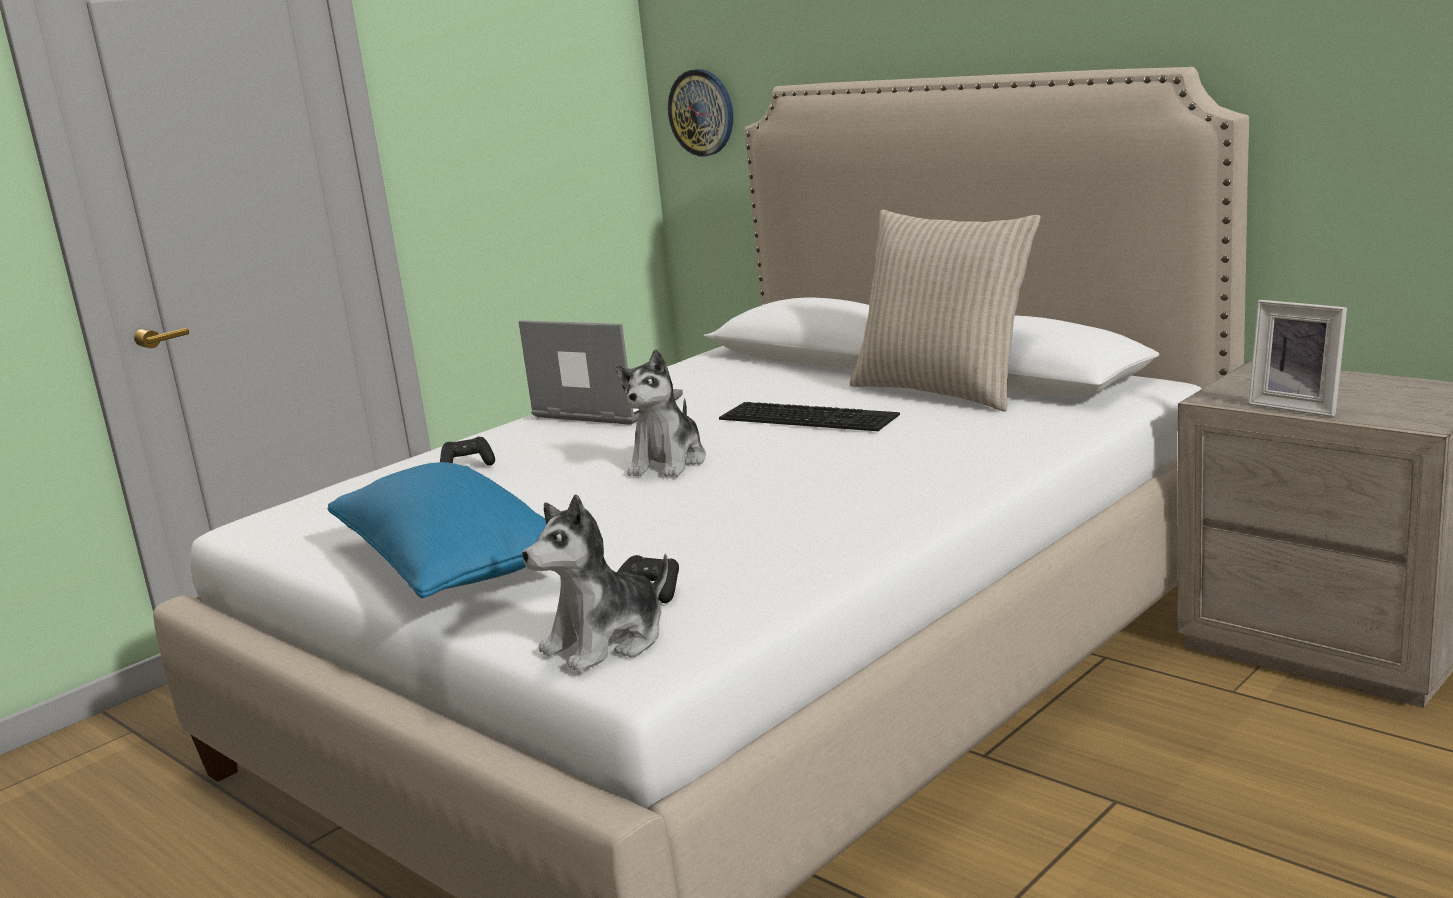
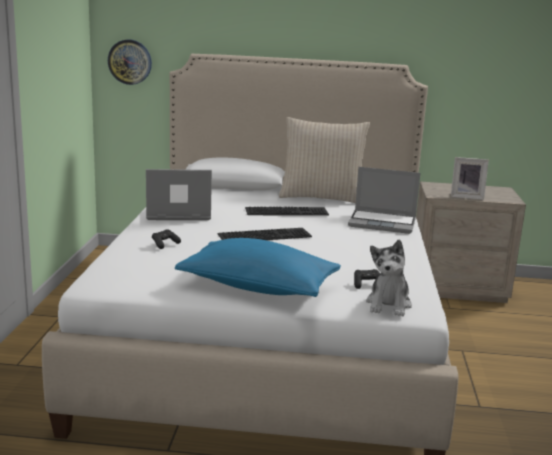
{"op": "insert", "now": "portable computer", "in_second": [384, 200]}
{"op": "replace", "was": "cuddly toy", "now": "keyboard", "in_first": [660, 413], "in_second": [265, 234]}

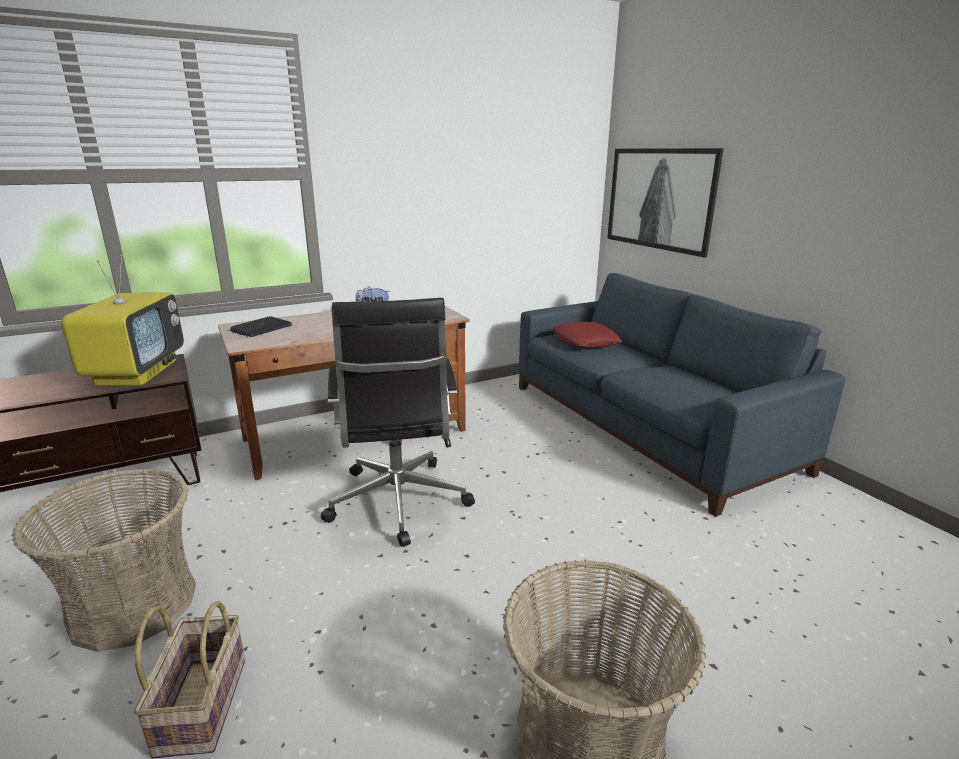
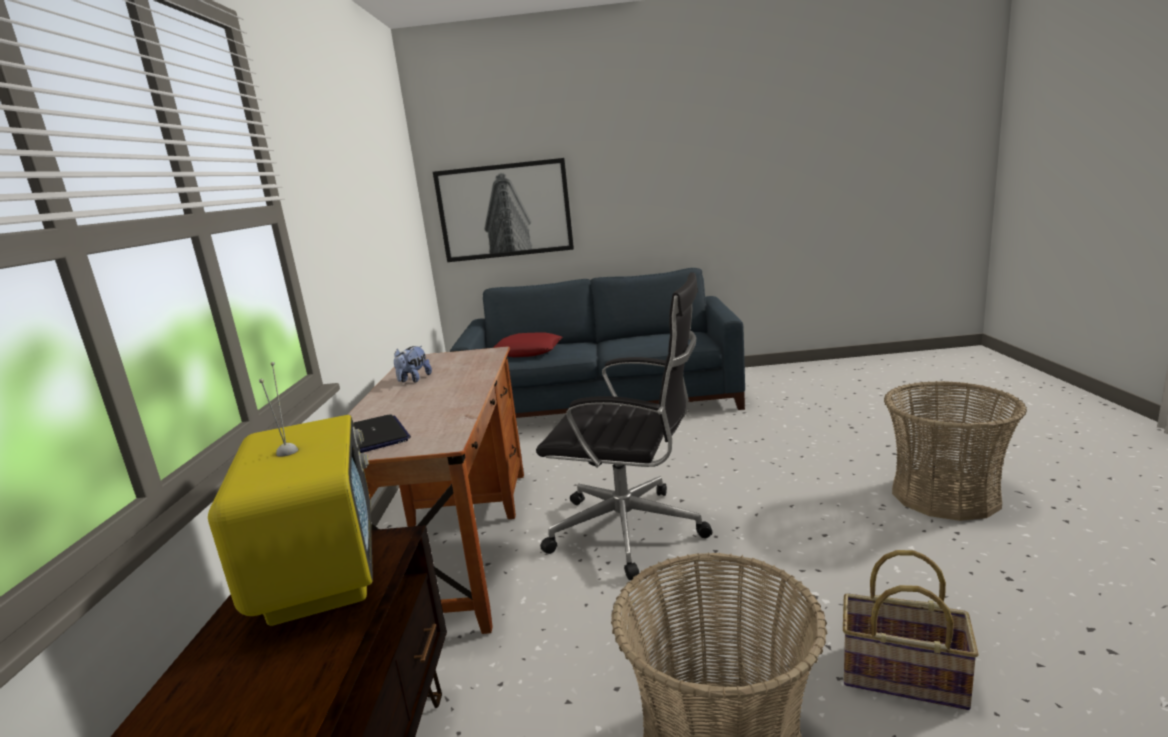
{"op": "rotate", "was": "television", "in_first": [122, 320], "in_second": [290, 494], "clockwise": 45}

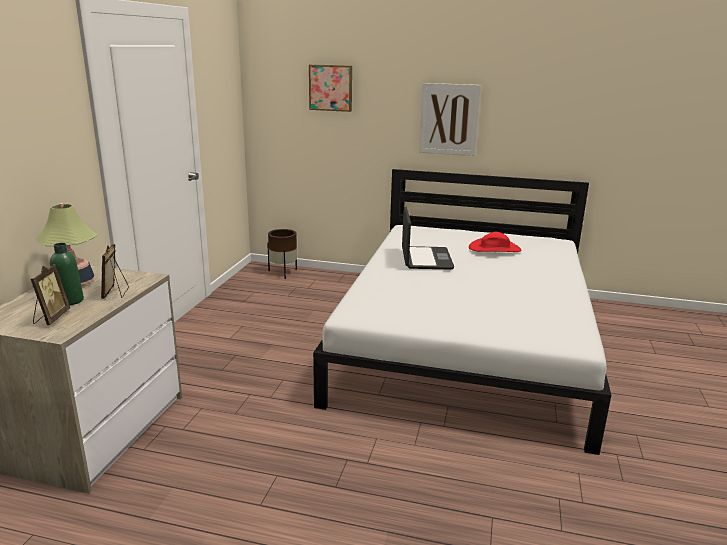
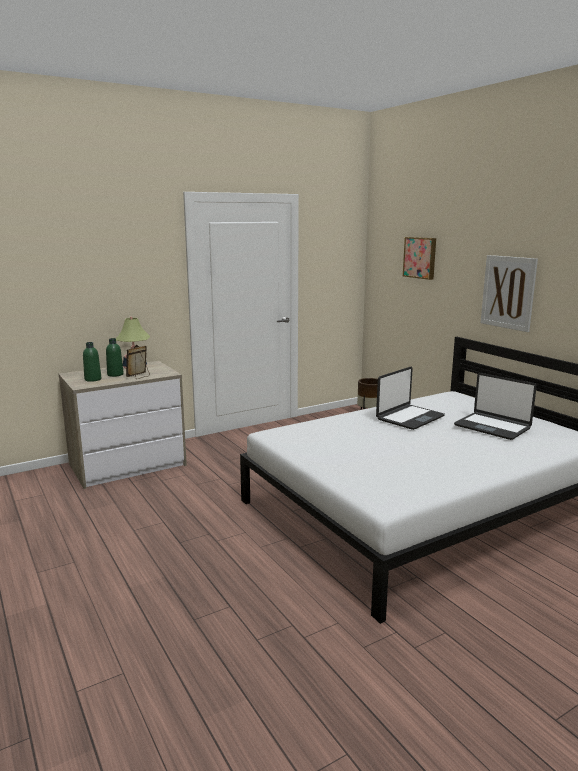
{"op": "replace", "was": "photo frame", "now": "beverage bottle (green-coloured)", "in_first": [50, 294], "in_second": [92, 362]}
{"op": "replace", "was": "wearable hat (reddish)", "now": "portable computer", "in_first": [495, 242], "in_second": [495, 406]}

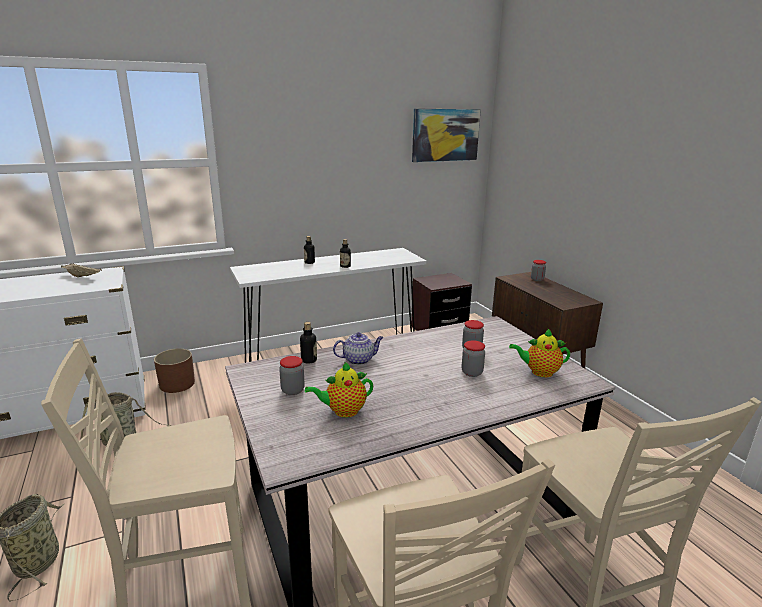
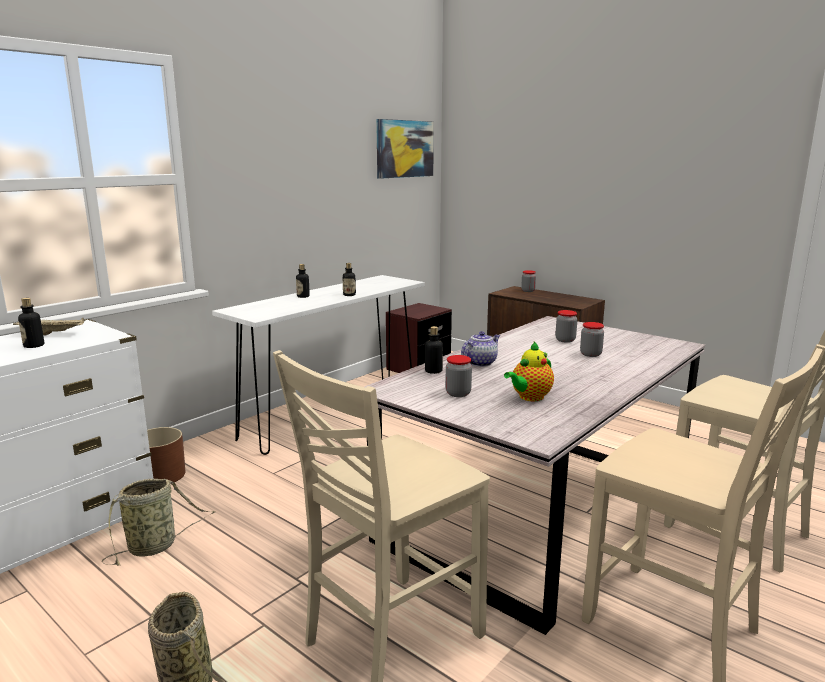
{"op": "delete", "was": "teapot", "in_first": [539, 353]}
{"op": "insert", "now": "beverage bottle", "in_second": [31, 323]}

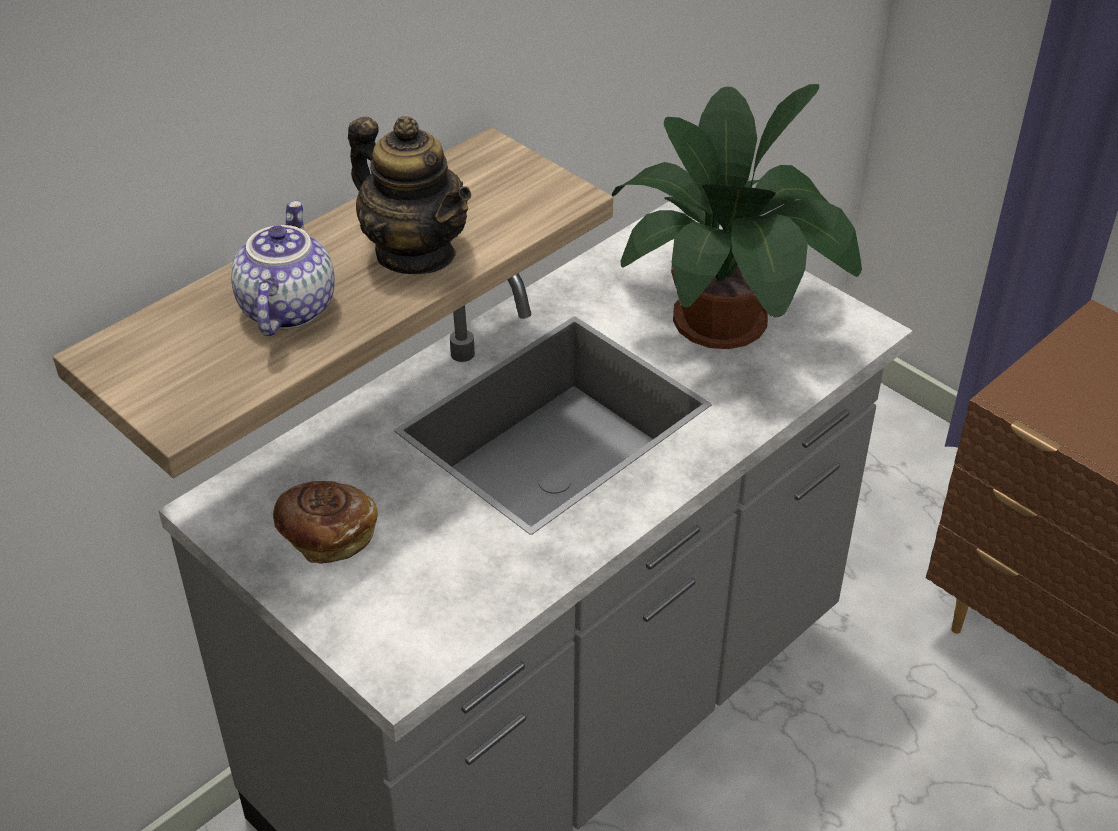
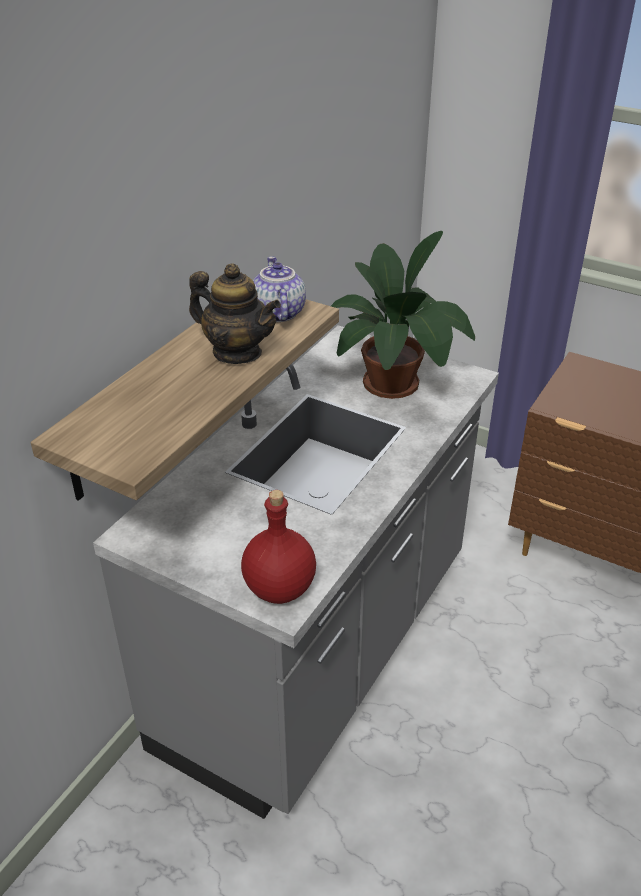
{"op": "delete", "was": "bread", "in_first": [325, 522]}
{"op": "insert", "now": "beverage bottle (reddish)", "in_second": [278, 547]}
{"op": "move", "was": "teapot", "in_first": [283, 268], "in_second": [279, 289]}

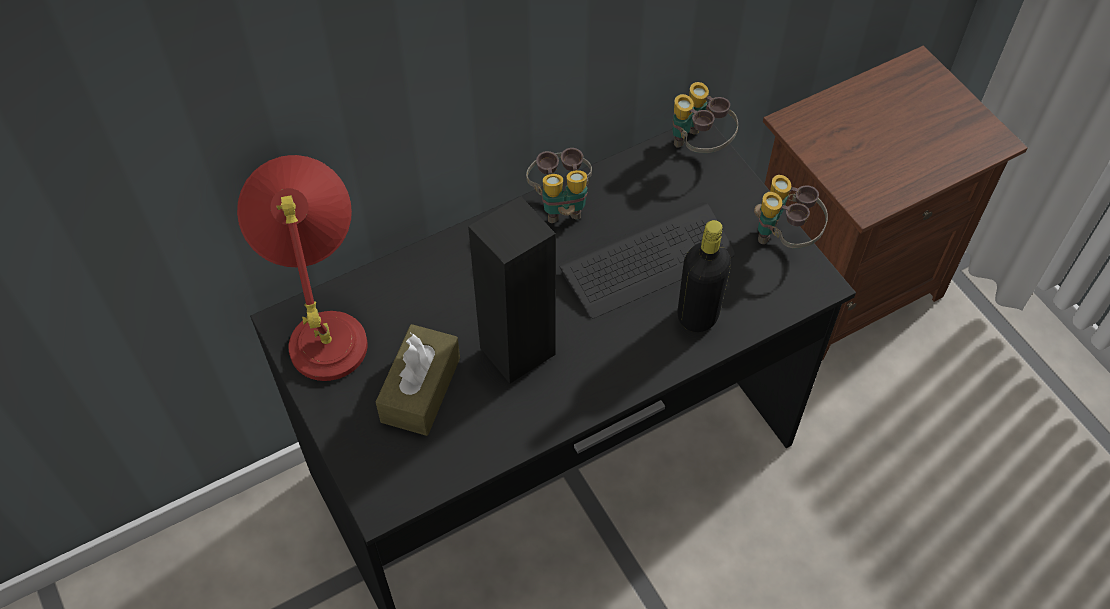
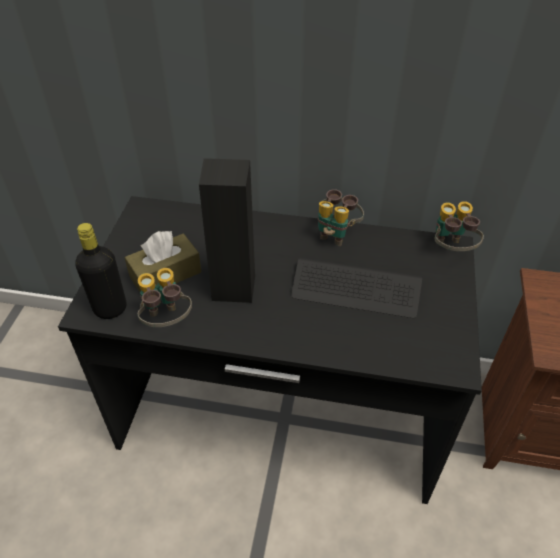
{"op": "delete", "was": "table lamp (reddish)", "in_first": [302, 268]}
{"op": "move", "was": "beverage bottle (black)", "in_first": [704, 276], "in_second": [100, 271]}
{"op": "move", "was": "binoculars", "in_first": [791, 211], "in_second": [165, 297]}

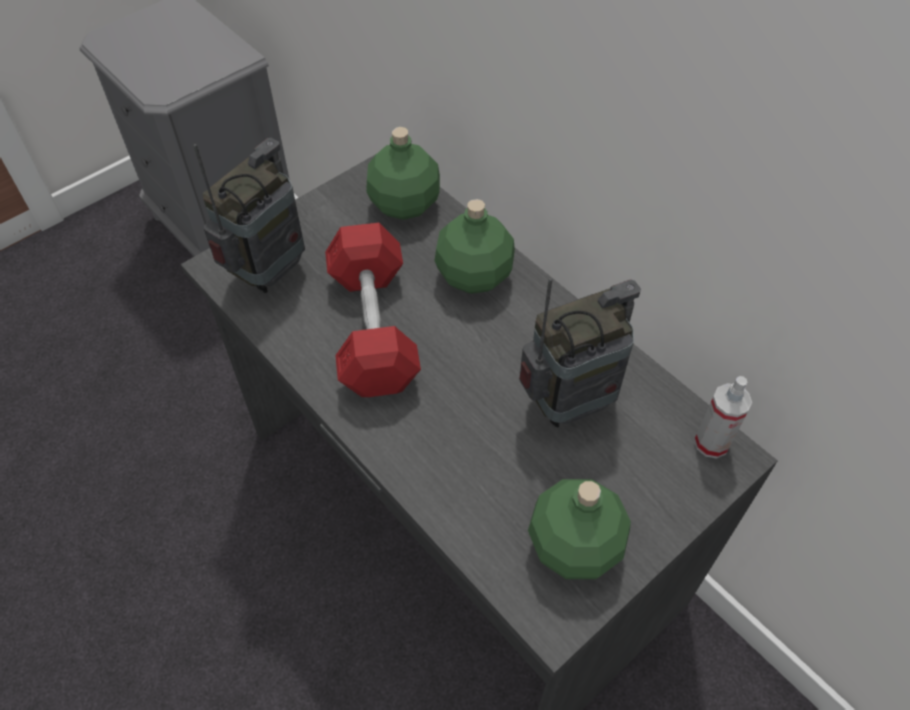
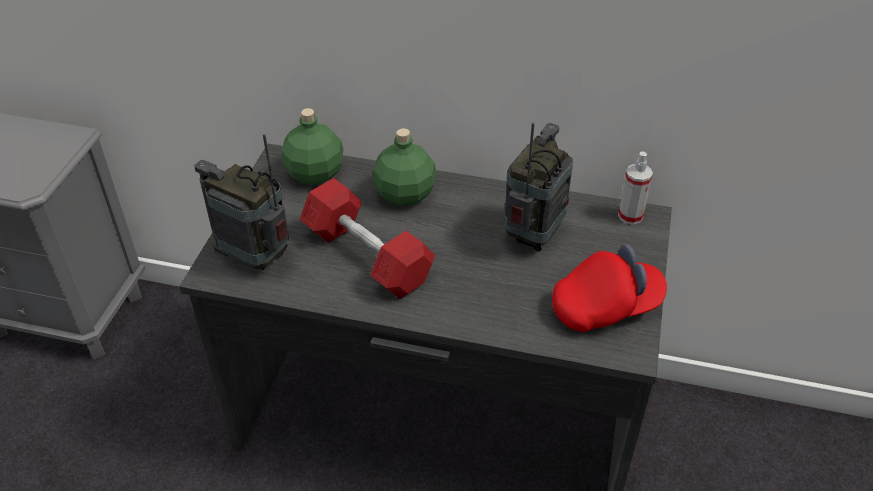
{"op": "replace", "was": "beverage bottle (green-coloured)", "now": "peaked cap (reddish)", "in_first": [579, 529], "in_second": [609, 288]}
{"op": "rotate", "was": "radio set", "in_first": [249, 215], "in_second": [241, 202], "clockwise": -60}

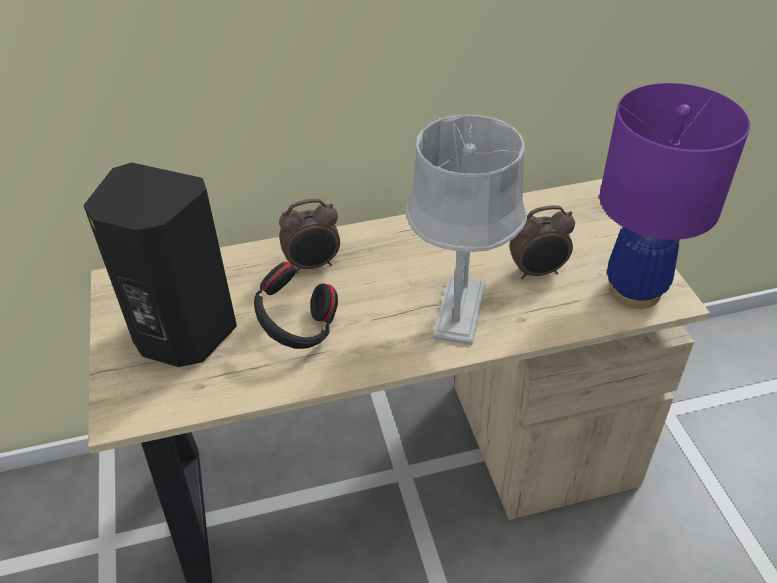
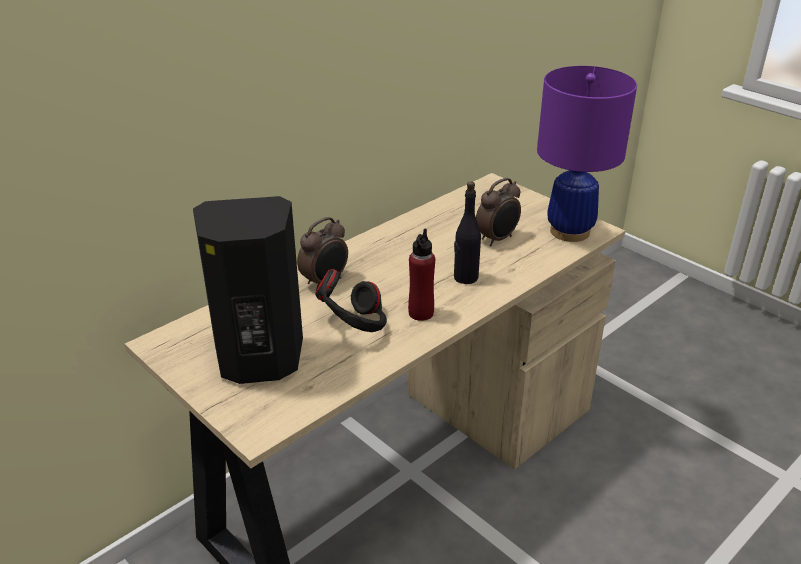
{"op": "insert", "now": "beverage bottle (reddish)", "in_second": [421, 274]}
{"op": "replace", "was": "table lamp (greyish)", "now": "beverage bottle (black)", "in_first": [466, 229], "in_second": [467, 232]}

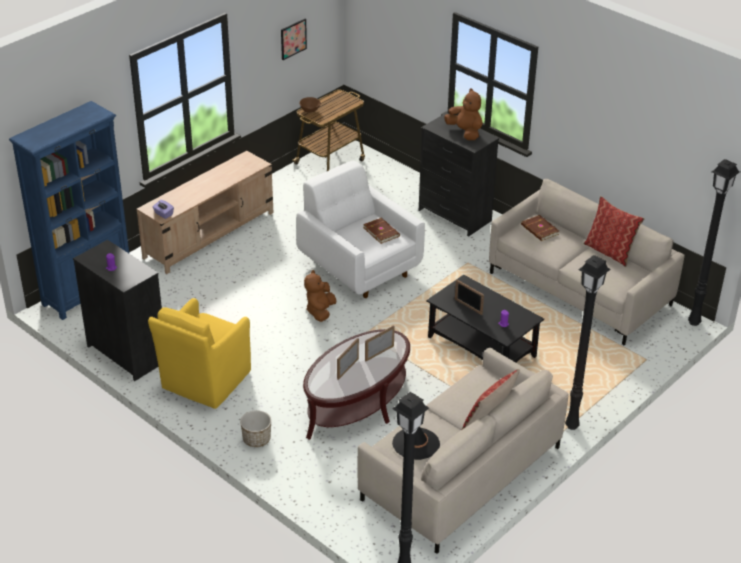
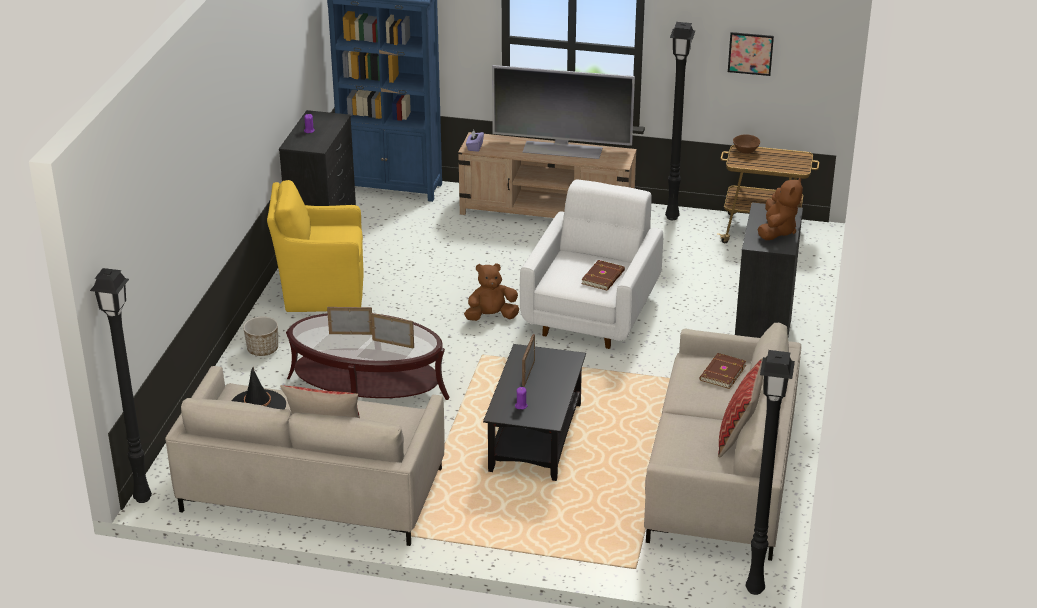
{"op": "insert", "now": "television", "in_second": [563, 112]}
{"op": "move", "was": "floor lamp (black)", "in_first": [588, 342], "in_second": [680, 121]}

